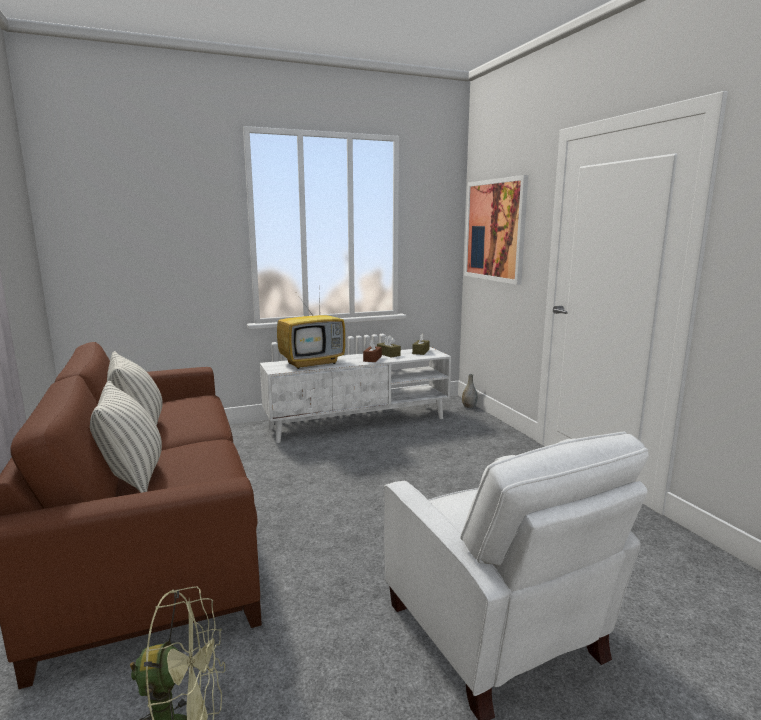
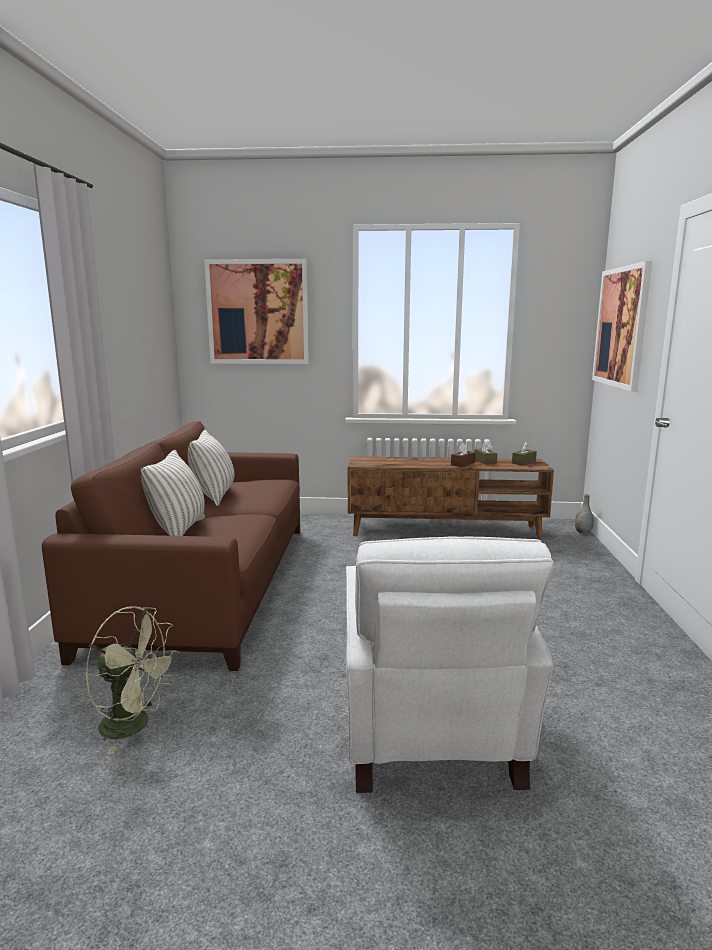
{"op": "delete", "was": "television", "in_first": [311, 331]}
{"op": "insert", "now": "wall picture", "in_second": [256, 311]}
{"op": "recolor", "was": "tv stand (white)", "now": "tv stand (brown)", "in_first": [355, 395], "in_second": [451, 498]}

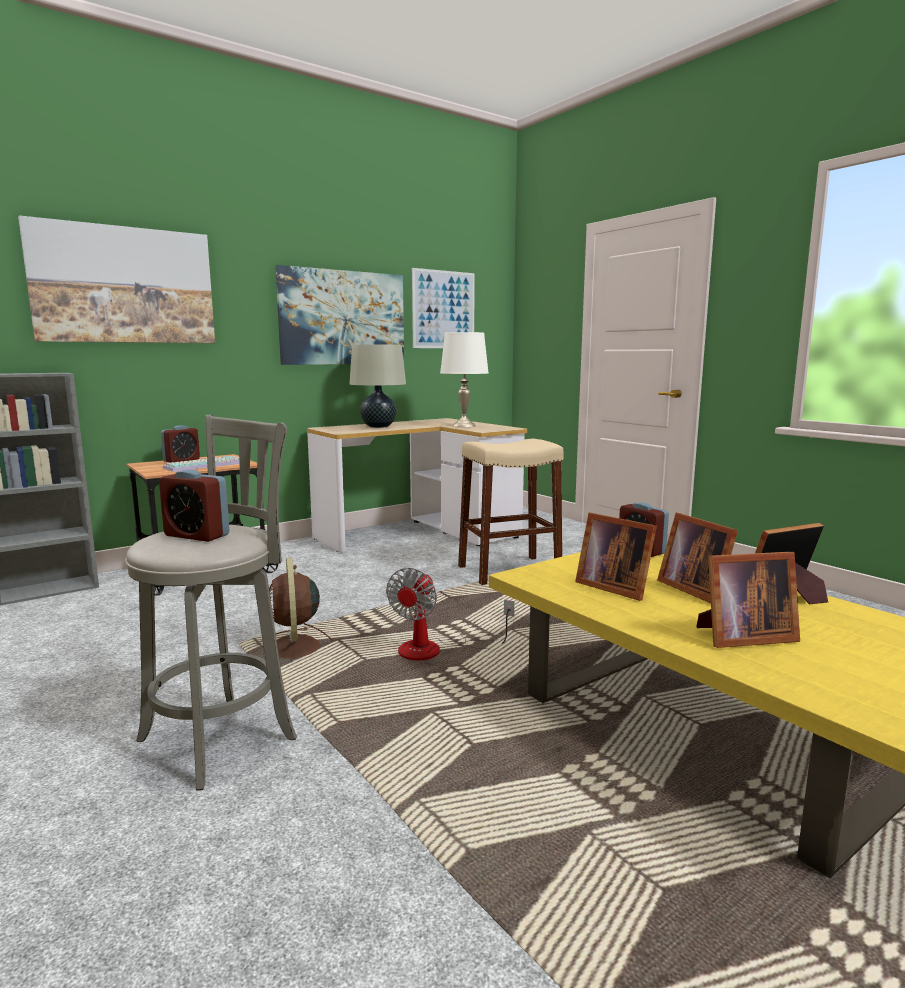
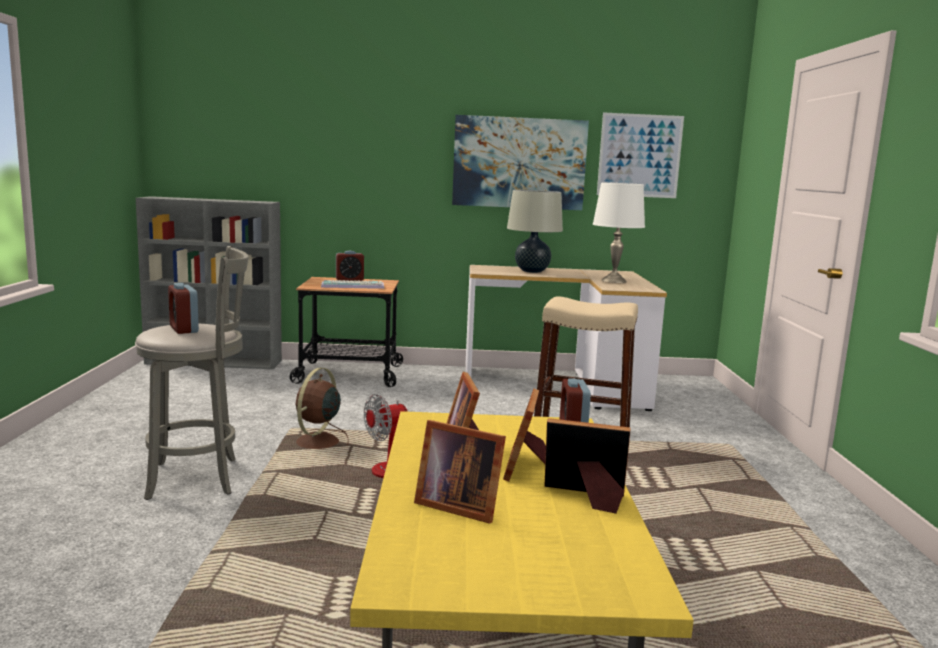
{"op": "delete", "was": "wall picture", "in_first": [116, 279]}

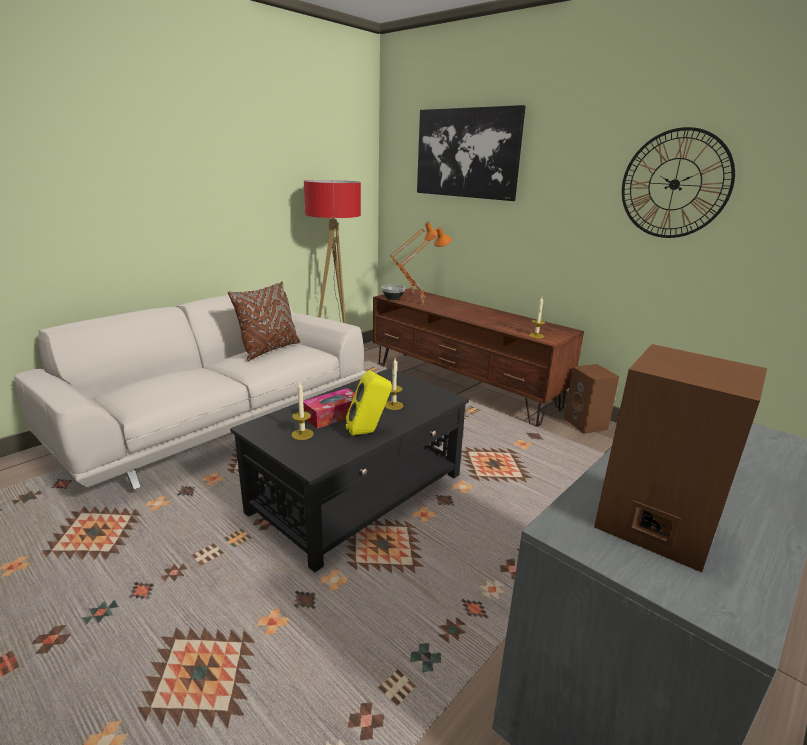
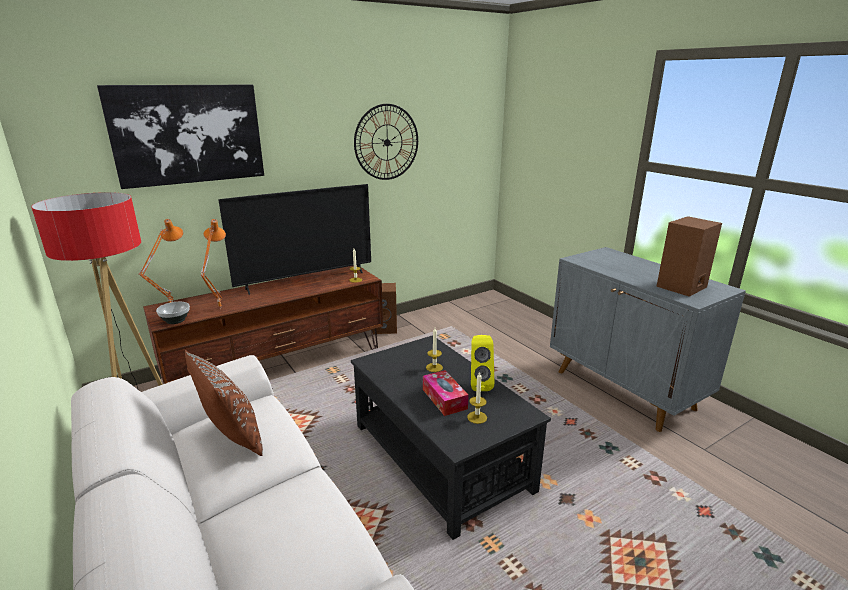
{"op": "insert", "now": "television", "in_second": [294, 239]}

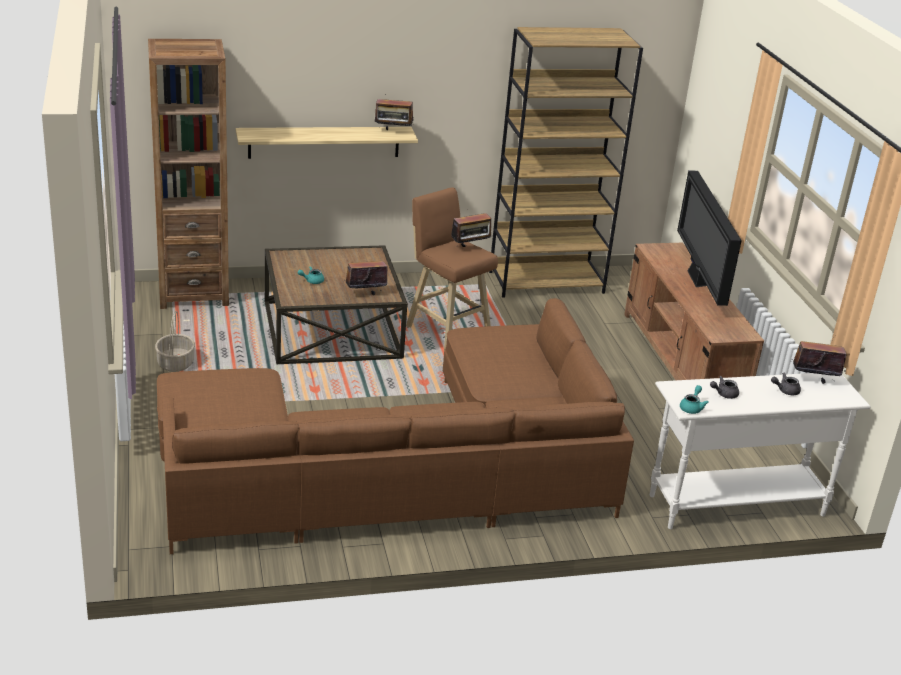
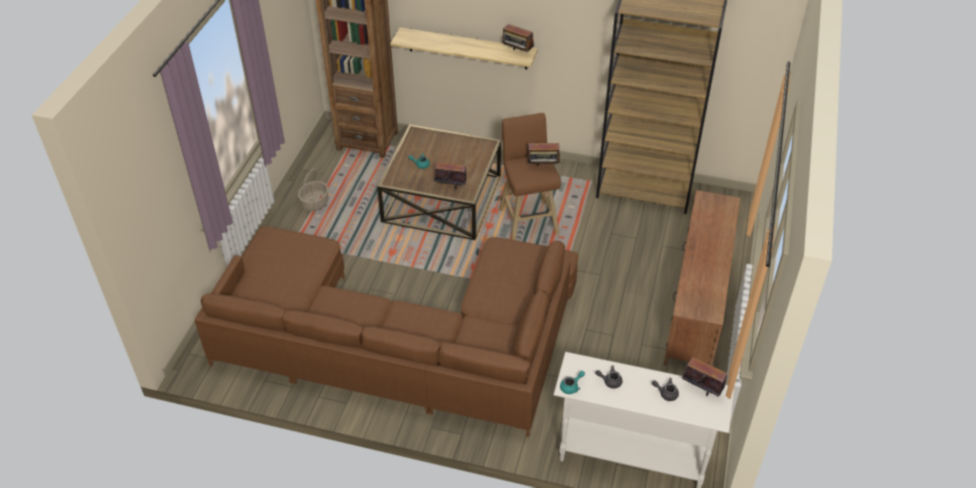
{"op": "delete", "was": "television", "in_first": [709, 238]}

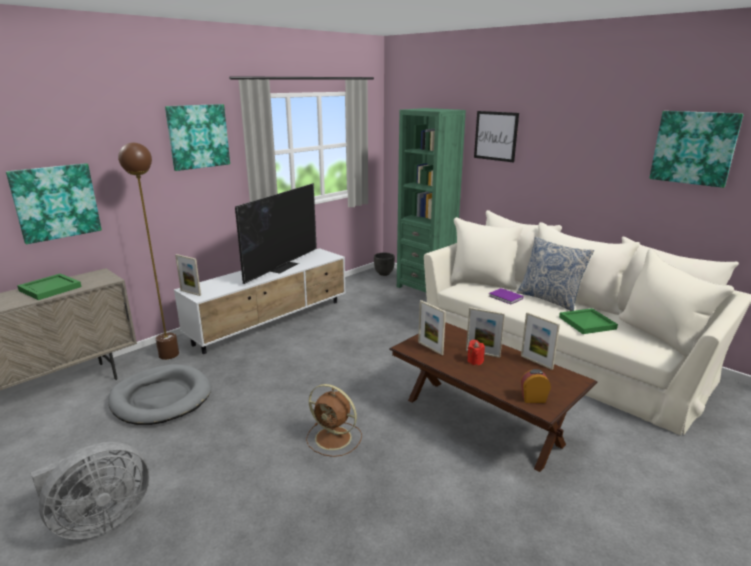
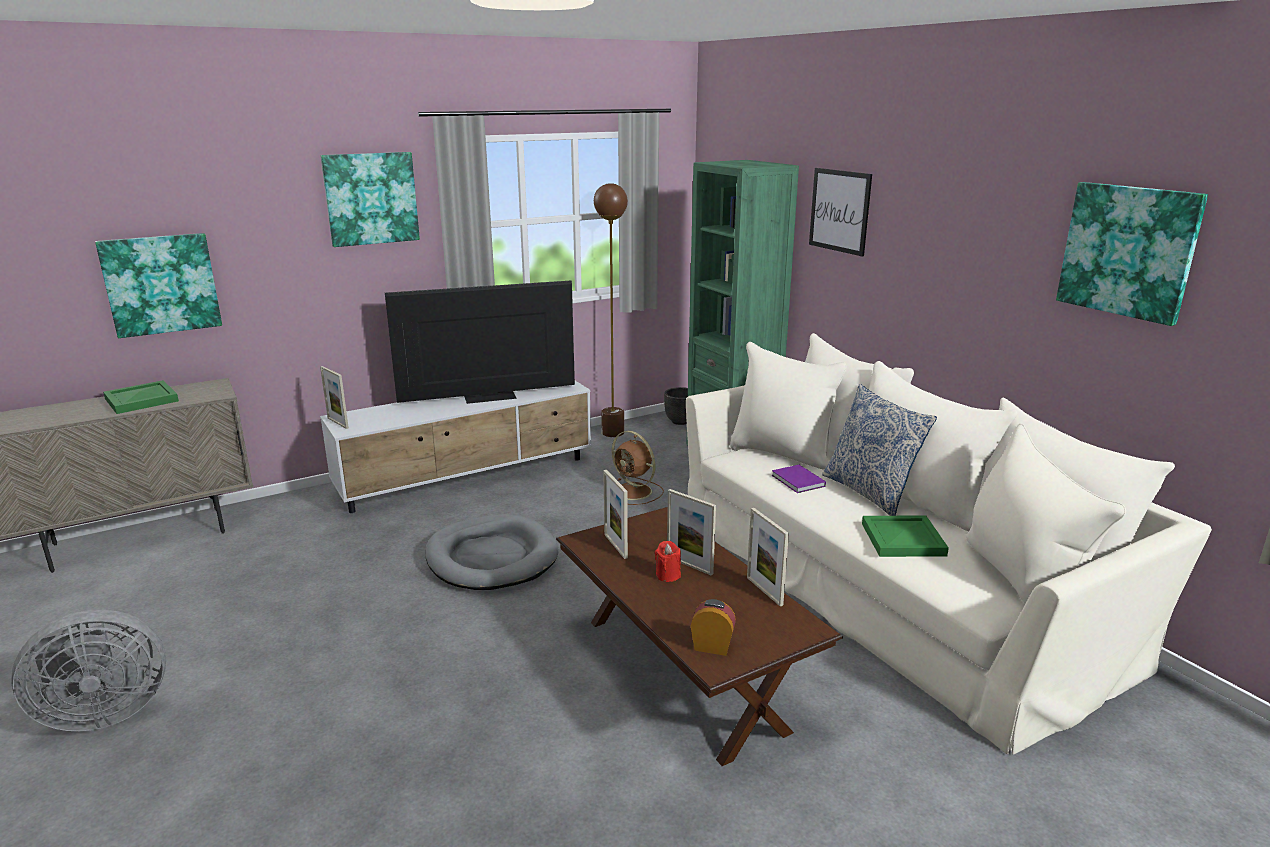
{"op": "move", "was": "dog bed (greyish)", "in_first": [160, 394], "in_second": [492, 552]}
{"op": "move", "was": "floor lamp (brown)", "in_first": [148, 251], "in_second": [611, 310]}
{"op": "move", "was": "cooling fan (brown)", "in_first": [334, 420], "in_second": [638, 468]}
{"op": "rotate", "was": "television", "in_first": [276, 233], "in_second": [480, 342], "clockwise": -150}

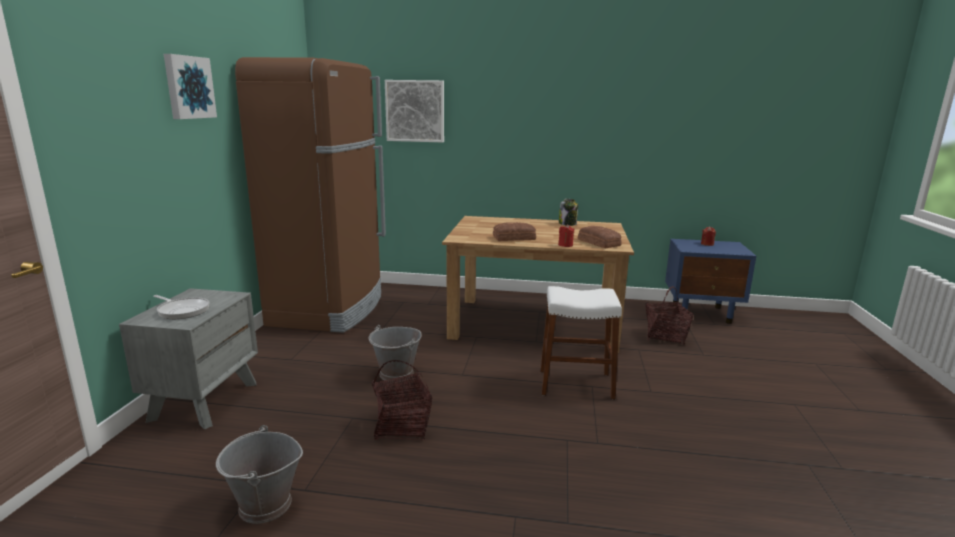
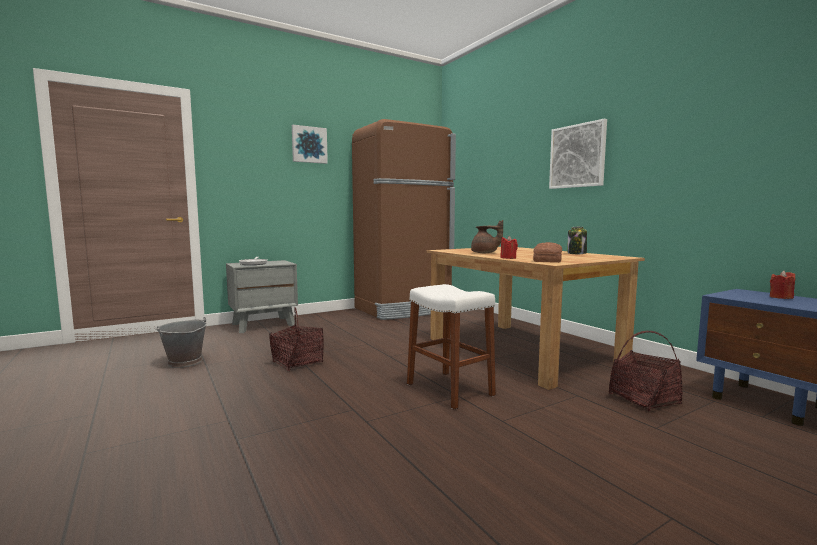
{"op": "delete", "was": "pail (greyish)", "in_first": [395, 353]}
{"op": "move", "was": "wall picture", "in_first": [414, 111], "in_second": [578, 154]}
{"op": "replace", "was": "bread", "now": "teapot (brown)", "in_first": [514, 231], "in_second": [487, 236]}

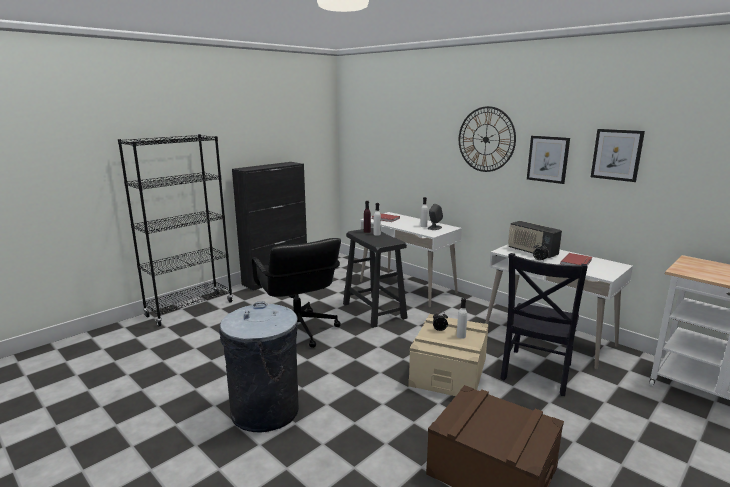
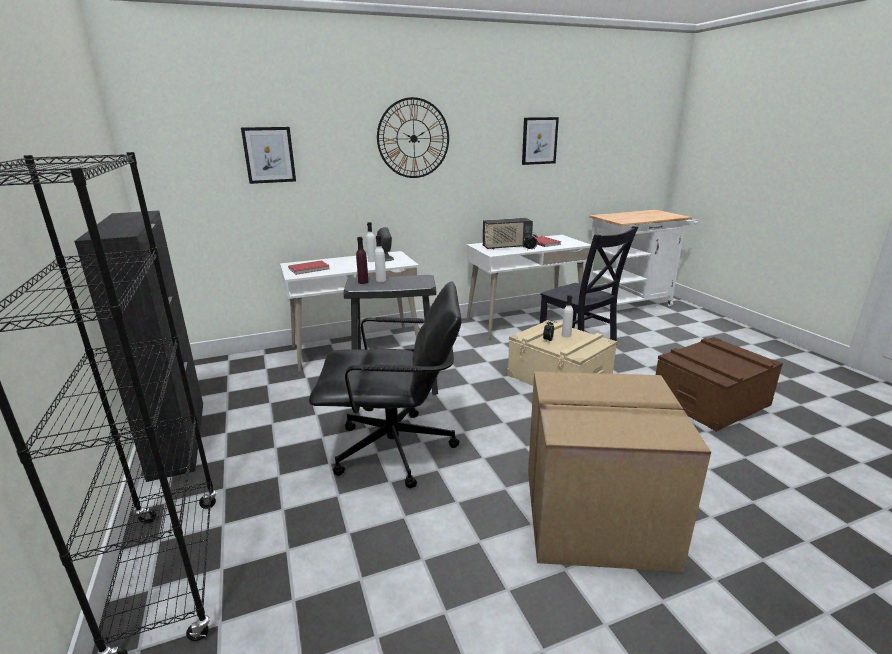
{"op": "move", "was": "wall picture", "in_first": [548, 160], "in_second": [268, 155]}
{"op": "replace", "was": "waste bin (greyish)", "now": "cardboard box", "in_first": [259, 367], "in_second": [619, 472]}

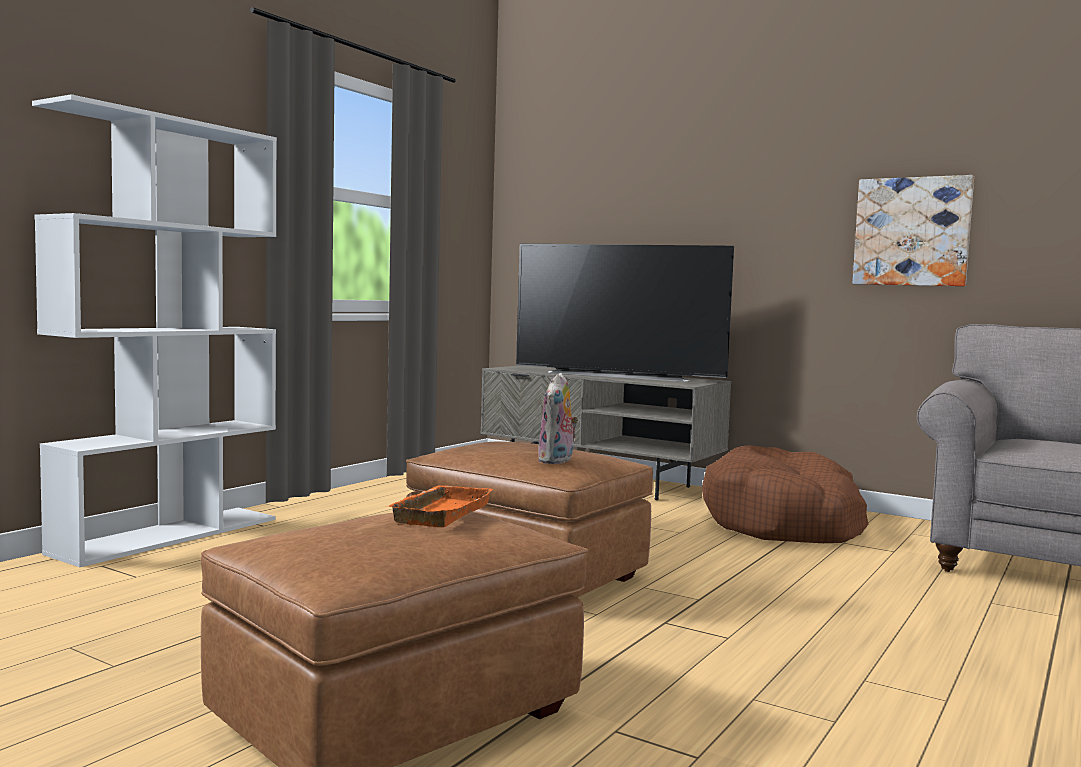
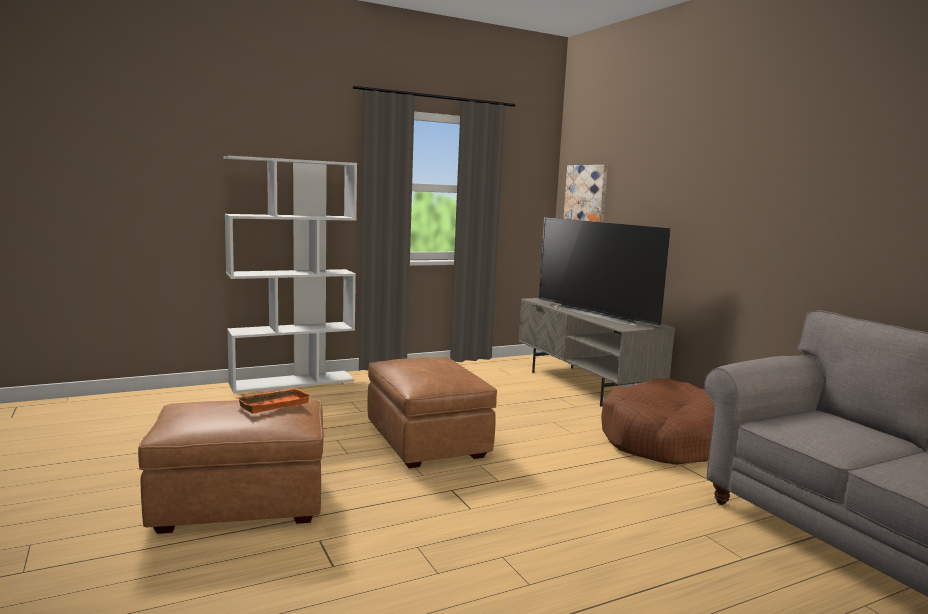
{"op": "delete", "was": "cuddly toy", "in_first": [558, 418]}
{"op": "move", "was": "wall picture", "in_first": [913, 230], "in_second": [585, 193]}

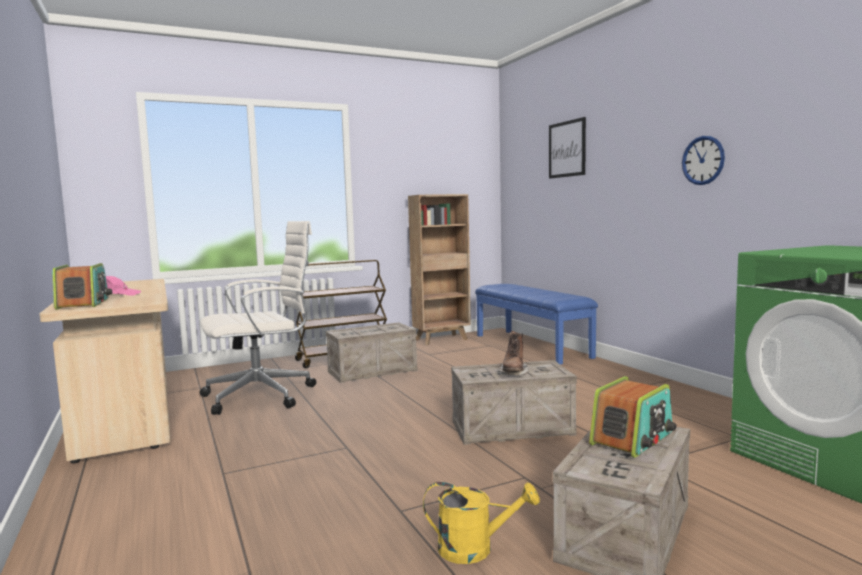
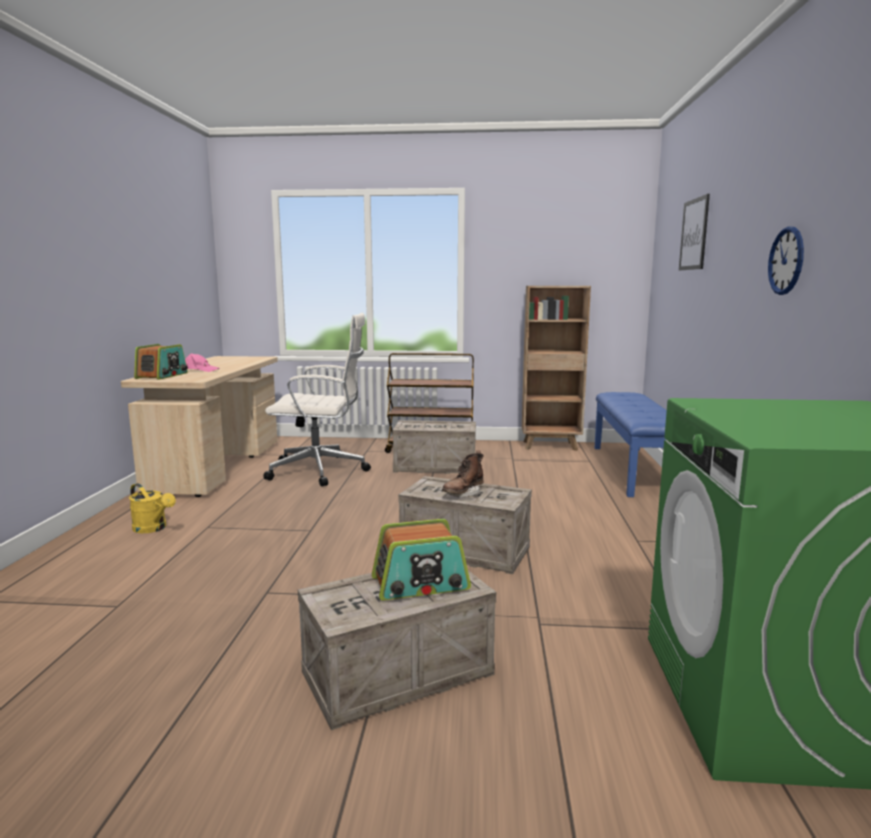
{"op": "move", "was": "watering can (yellow-coloured)", "in_first": [481, 523], "in_second": [152, 508]}

